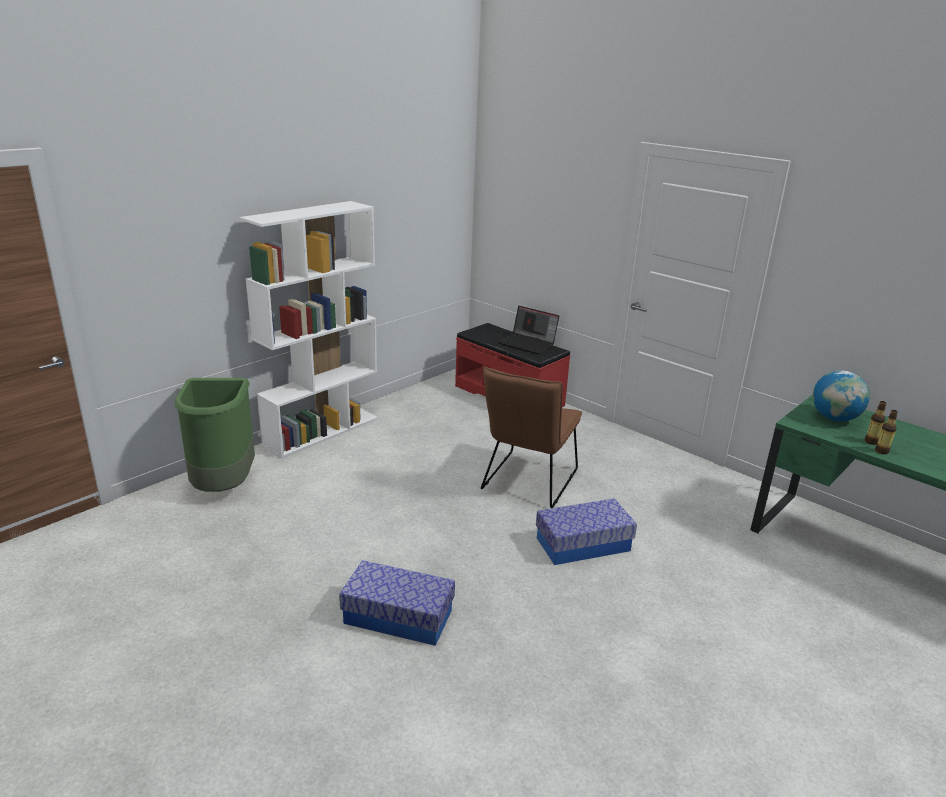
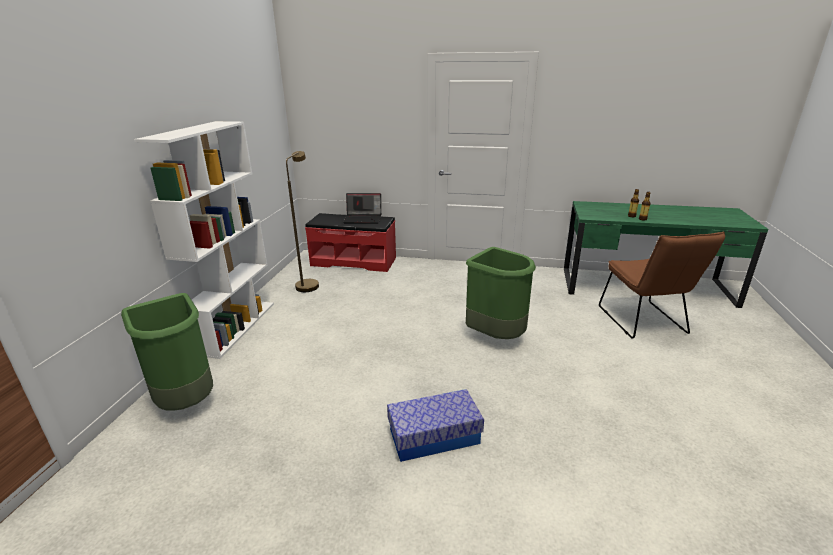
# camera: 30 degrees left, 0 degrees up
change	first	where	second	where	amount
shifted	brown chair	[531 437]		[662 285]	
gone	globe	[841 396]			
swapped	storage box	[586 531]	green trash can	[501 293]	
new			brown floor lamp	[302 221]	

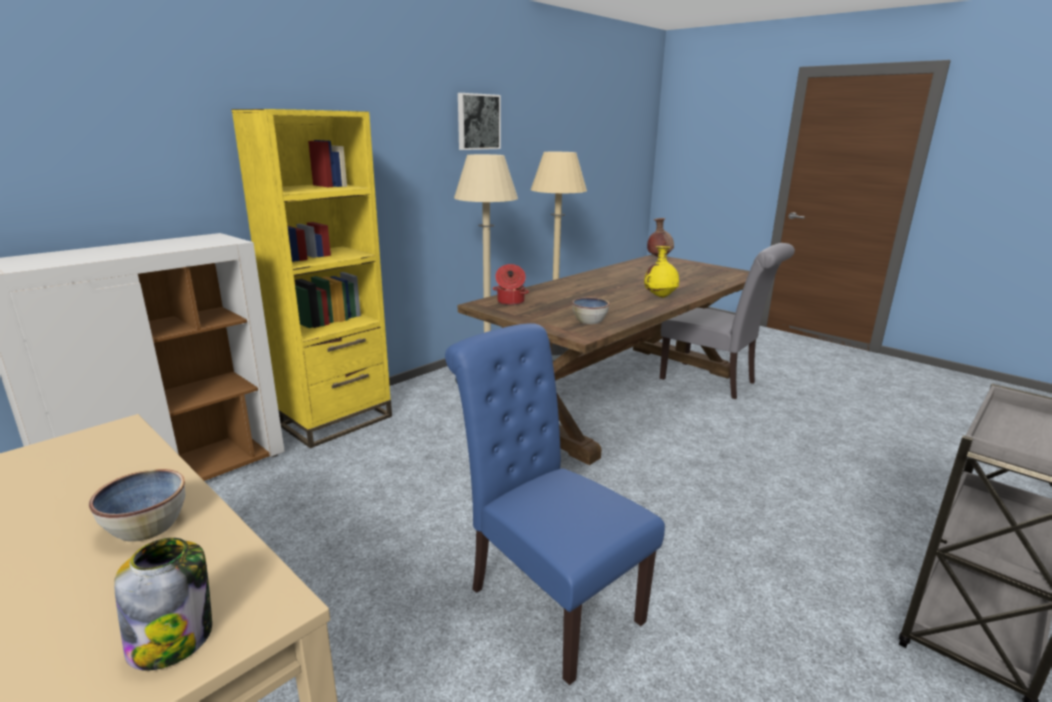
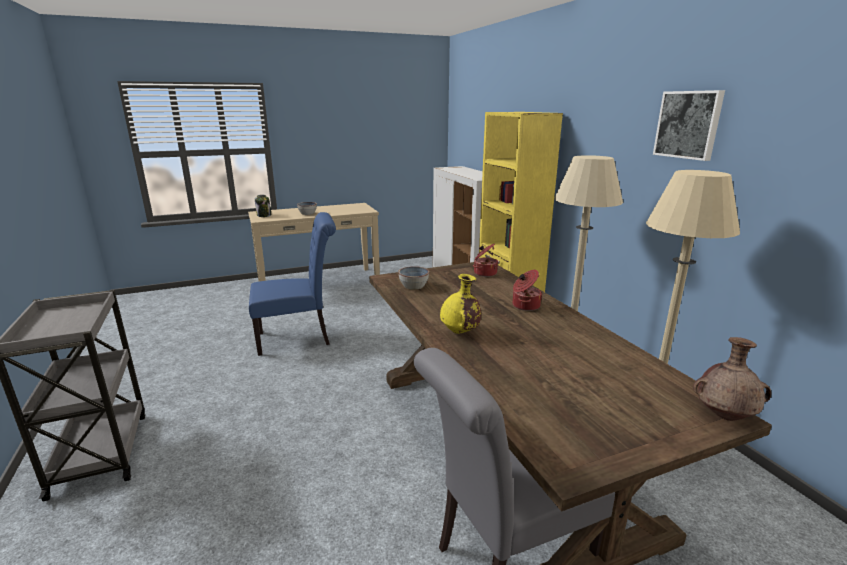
# camera: 115 degrees right, 0 degrees up
change	first	where	second	where	amount
new			cooking pot	[528 290]	

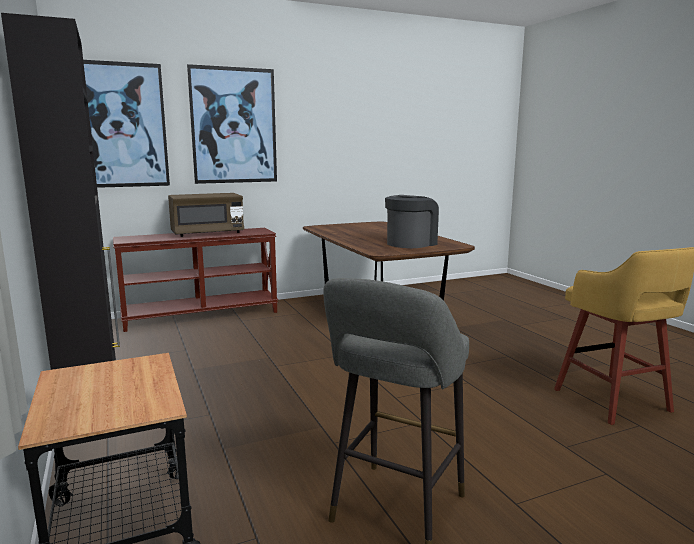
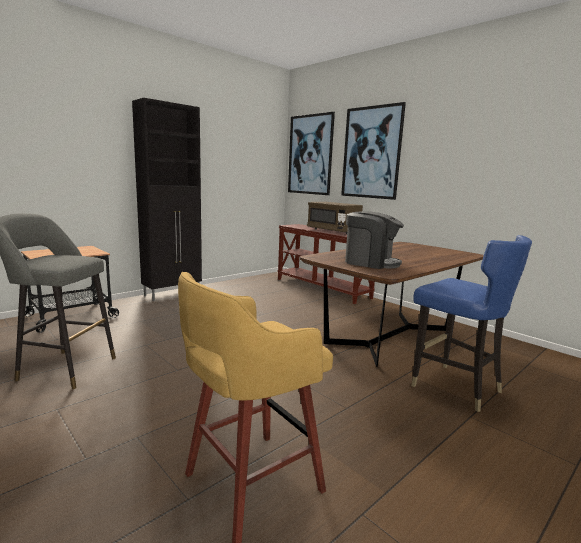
# camera: 70 degrees right, 0 degrees up
change	first	where	second	where	amount
new			blue chair	[471 323]	

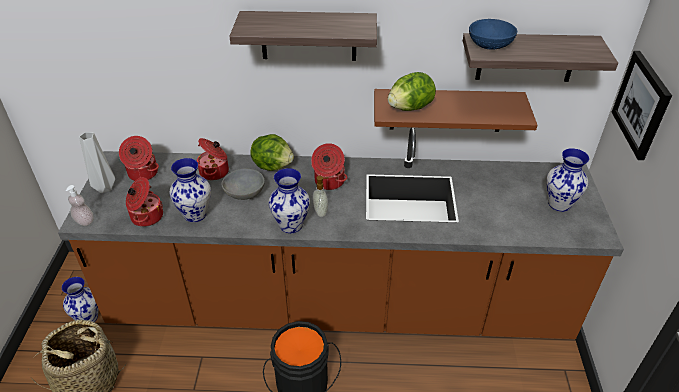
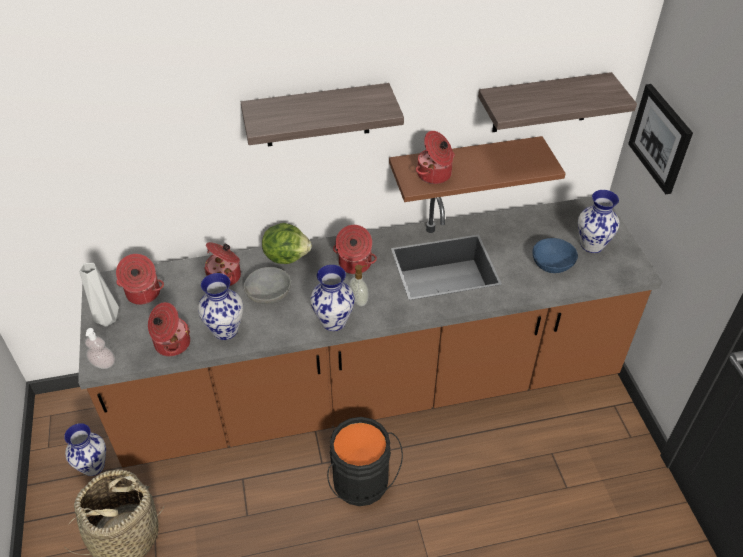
# camera: 15 degrees left, 5 degrees up
change	first	where	second	where	amount
shifted	blue bowl	[493 34]		[555 255]	
swapped	lettuce	[412 91]	cooking pot	[435 157]	

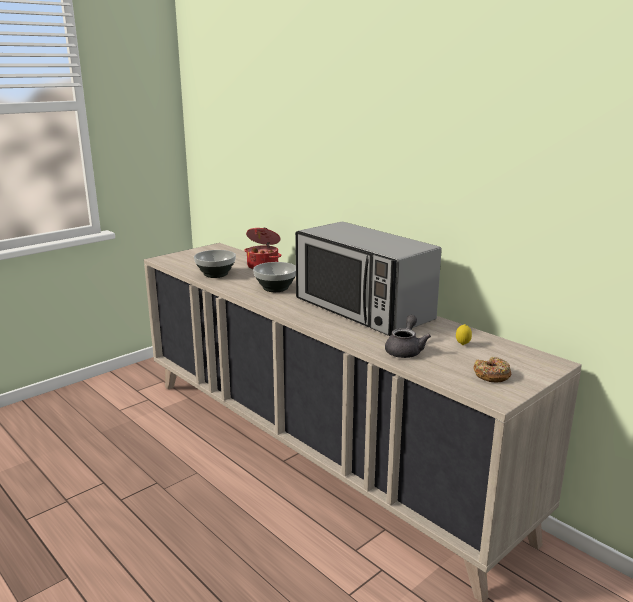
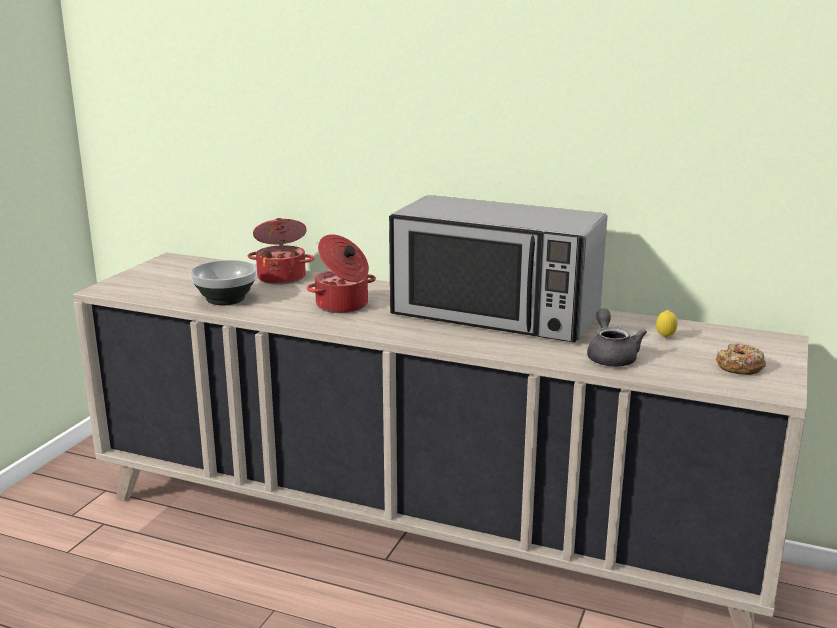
# camera: 25 degrees left, 0 degrees up
change	first	where	second	where	amount
swapped	bowl	[274 277]	cooking pot	[341 273]	

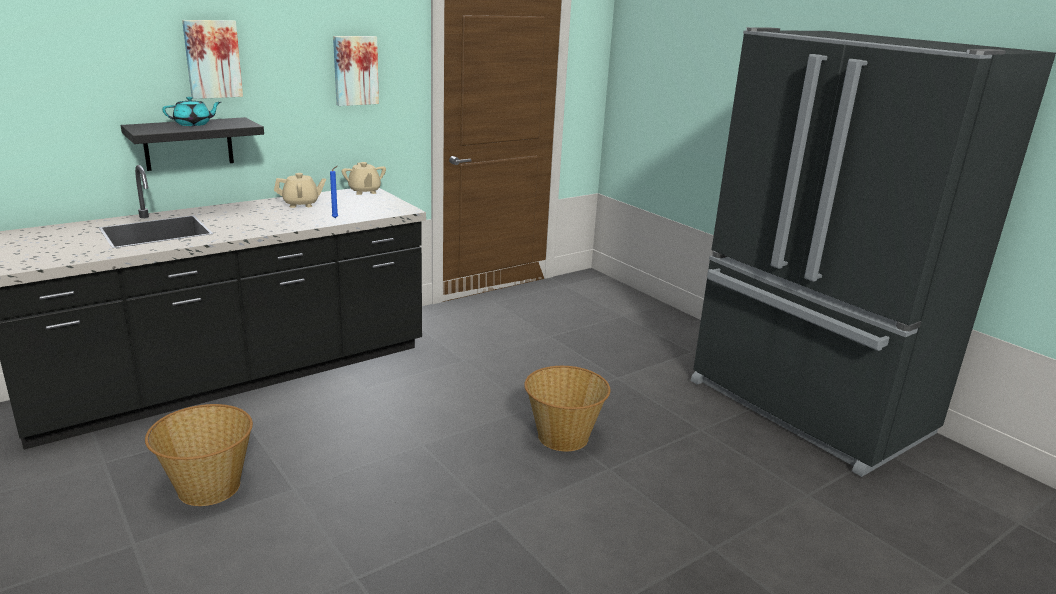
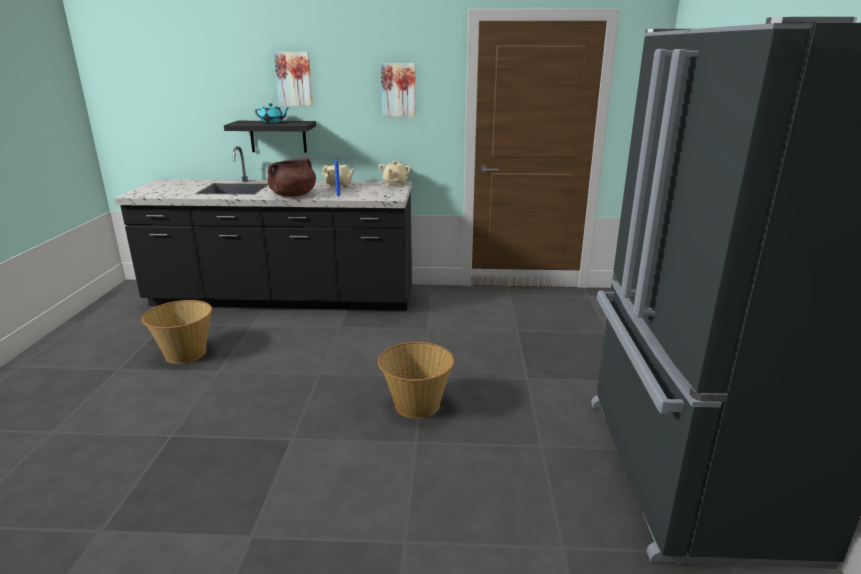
# camera: 40 degrees right, 0 degrees up
change	first	where	second	where	amount
new			brown cooking pot	[291 177]	

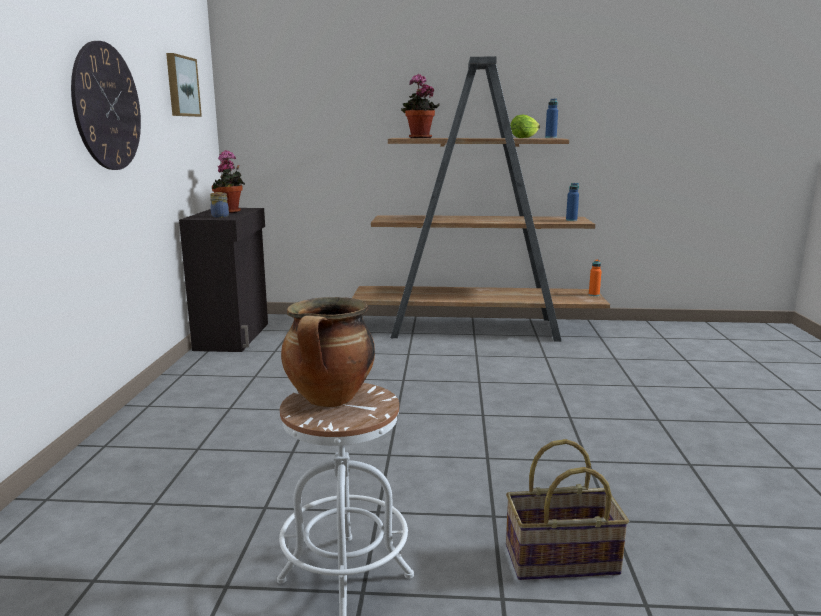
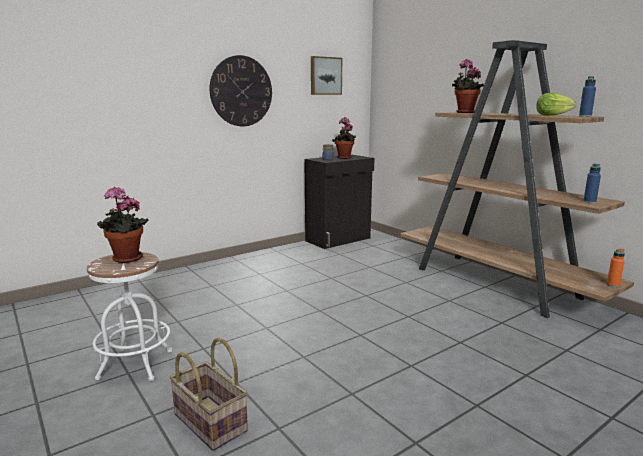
# camera: 50 degrees right, 0 degrees up
change	first	where	second	where	amount
swapped	cooking pot	[328 352]	potted plant	[123 224]	

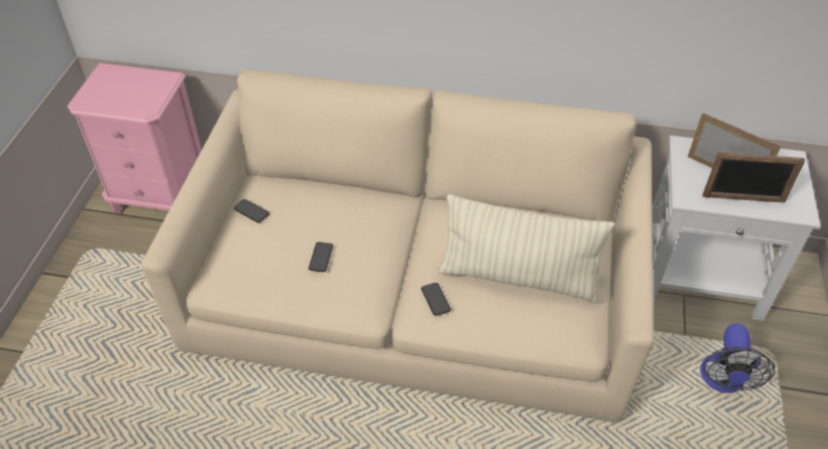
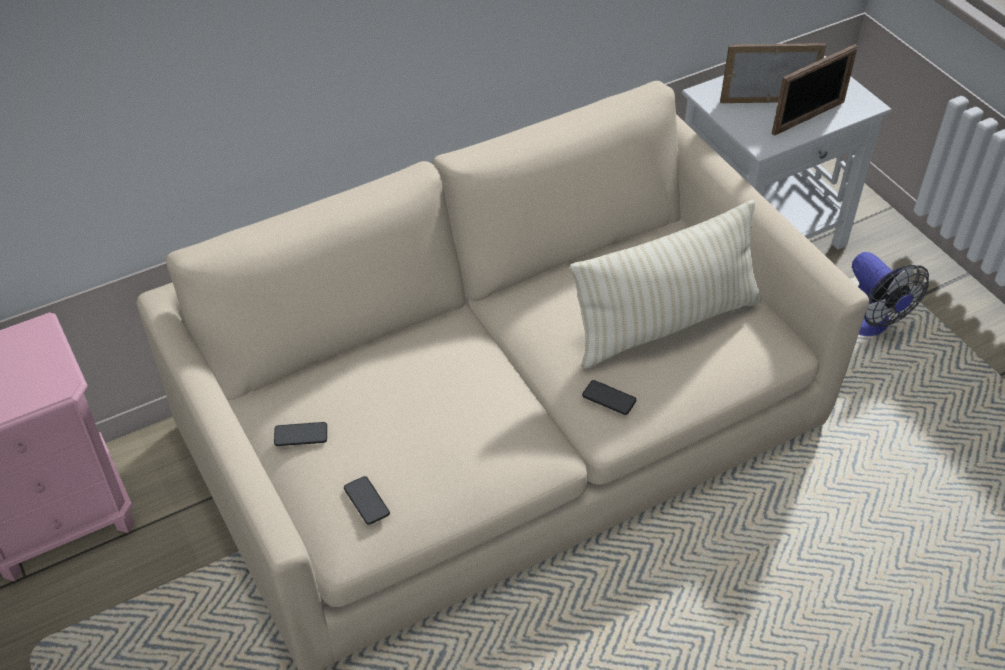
# camera: 40 degrees left, 0 degrees up
change	first	where	second	where	amount
shifted	phone	[320 257]		[367 500]	

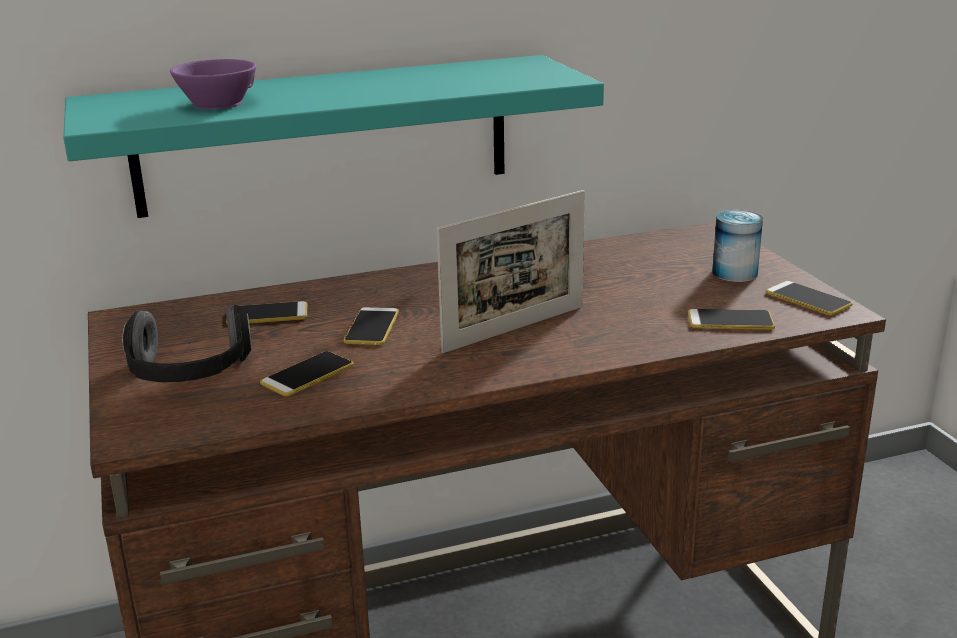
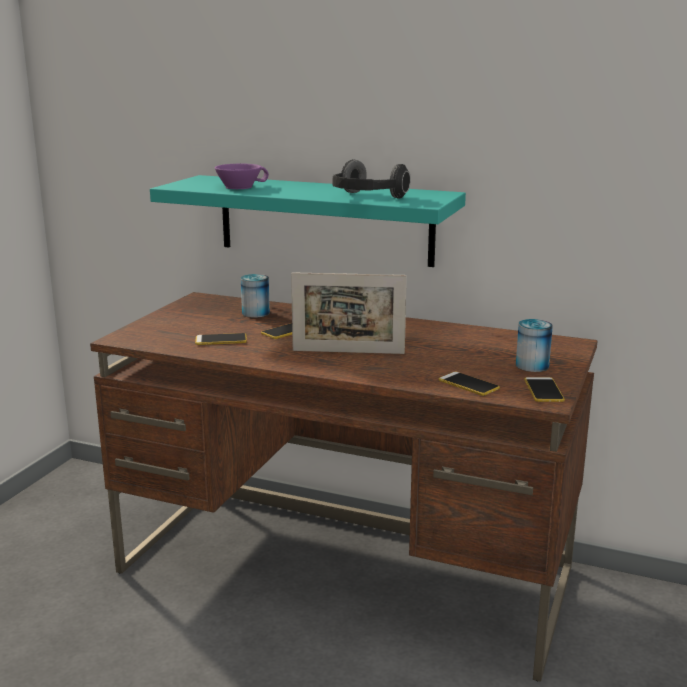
# camera: 40 degrees right, 5 degrees down
change	first	where	second	where	amount
swapped	phone	[266 312]	can	[255 296]	
shifted	headphones	[187 343]		[372 179]	

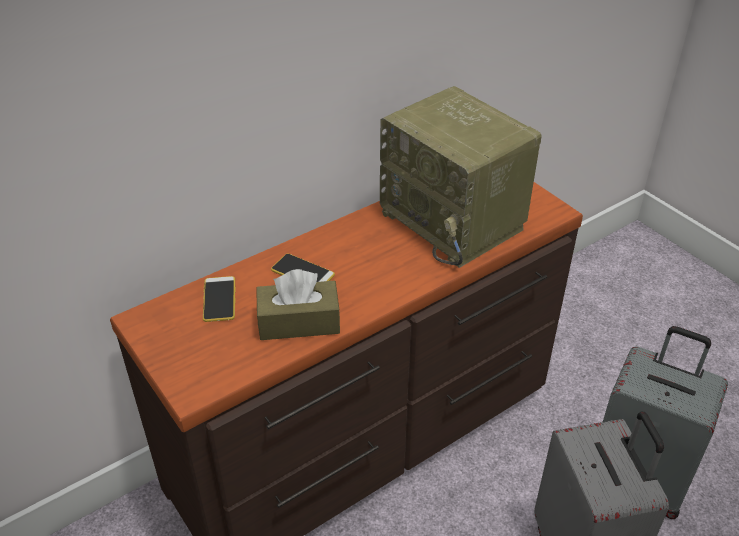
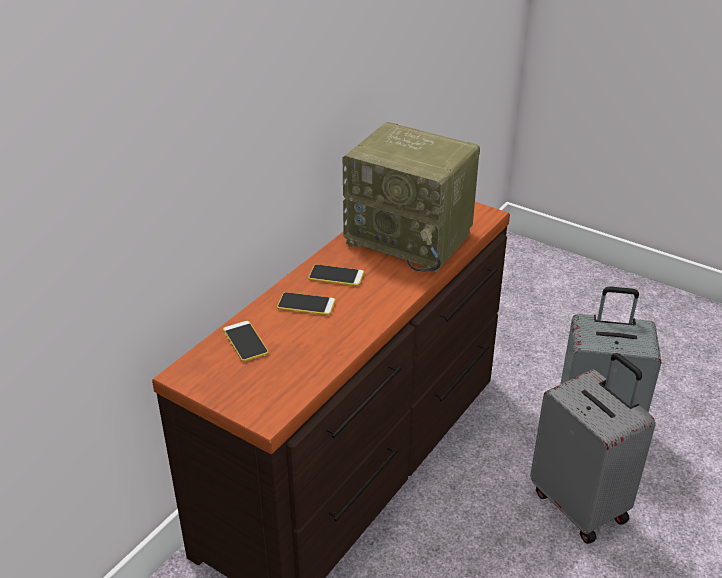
# camera: 20 degrees left, 5 degrees down
change	first	where	second	where	amount
gone	brown tissue box	[298 304]			
new			phone	[336 275]	

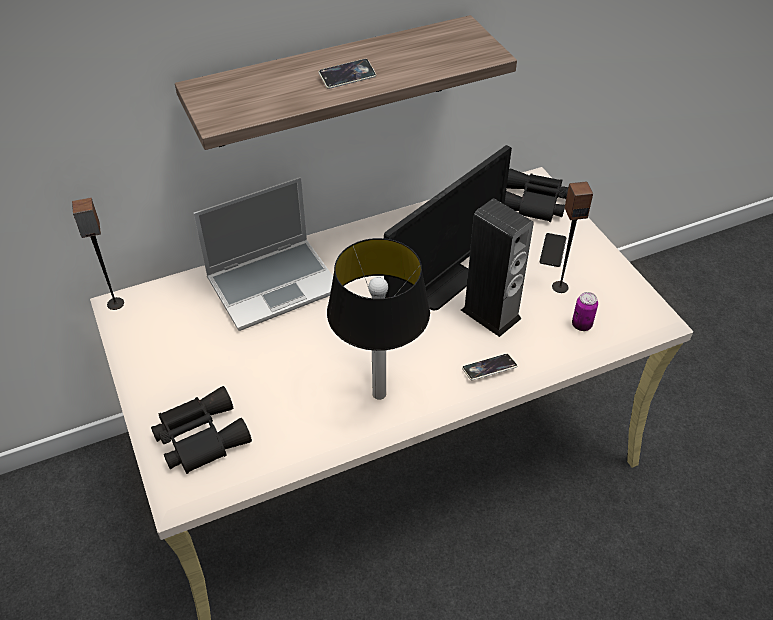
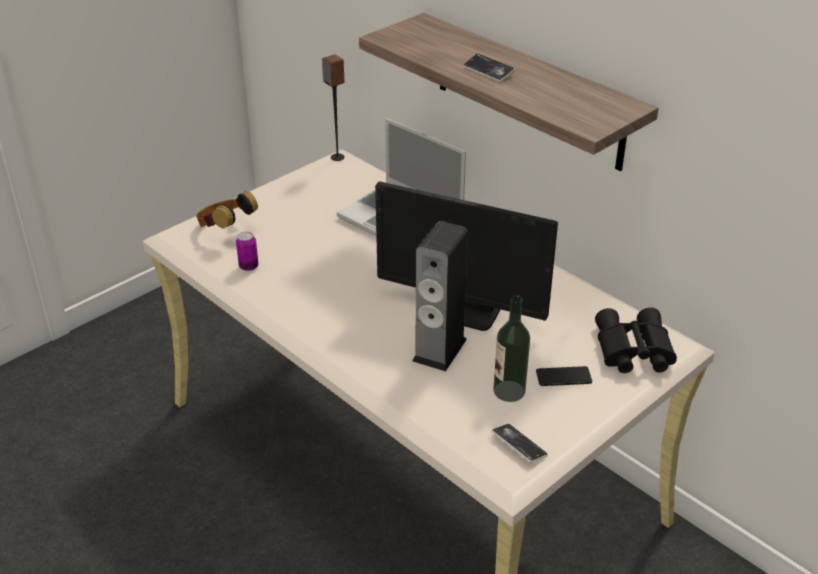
# camera: 70 degrees right, 10 degrees down
change	first	where	second	where	amount
swapped	speaker	[572 237]	bottle	[511 349]	
gone	table lamp	[378 319]			
shifted	can	[585 311]		[247 251]	
shifted	phone	[490 367]		[520 443]	
swapped	black binoculars	[201 430]	headphones	[227 210]	

